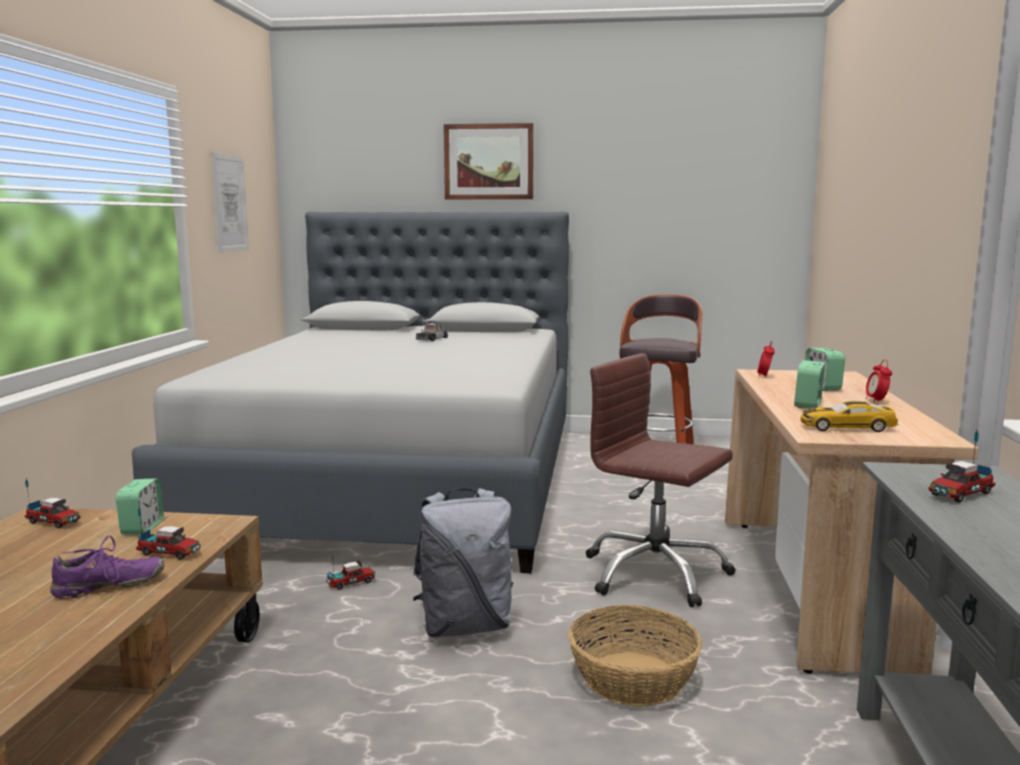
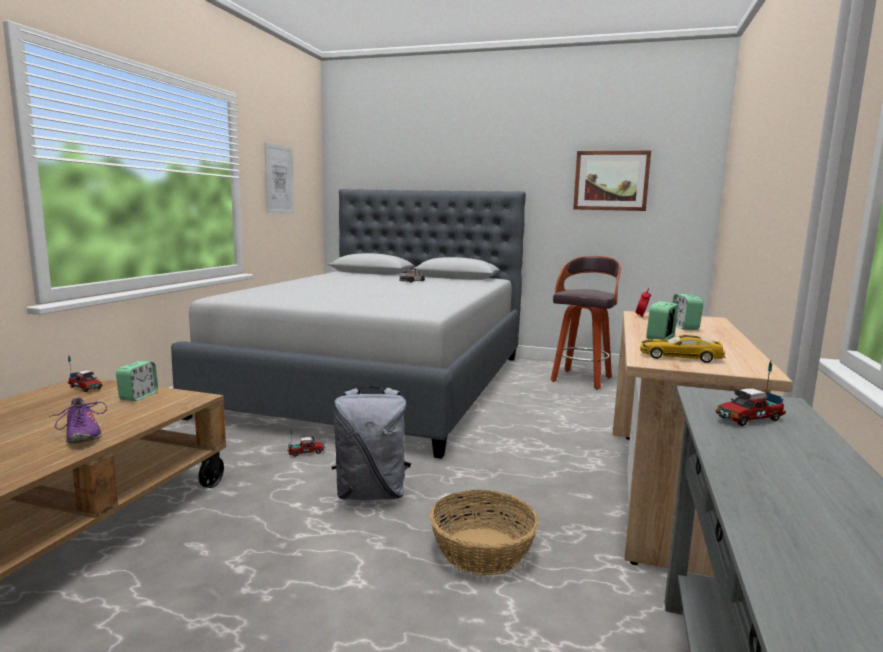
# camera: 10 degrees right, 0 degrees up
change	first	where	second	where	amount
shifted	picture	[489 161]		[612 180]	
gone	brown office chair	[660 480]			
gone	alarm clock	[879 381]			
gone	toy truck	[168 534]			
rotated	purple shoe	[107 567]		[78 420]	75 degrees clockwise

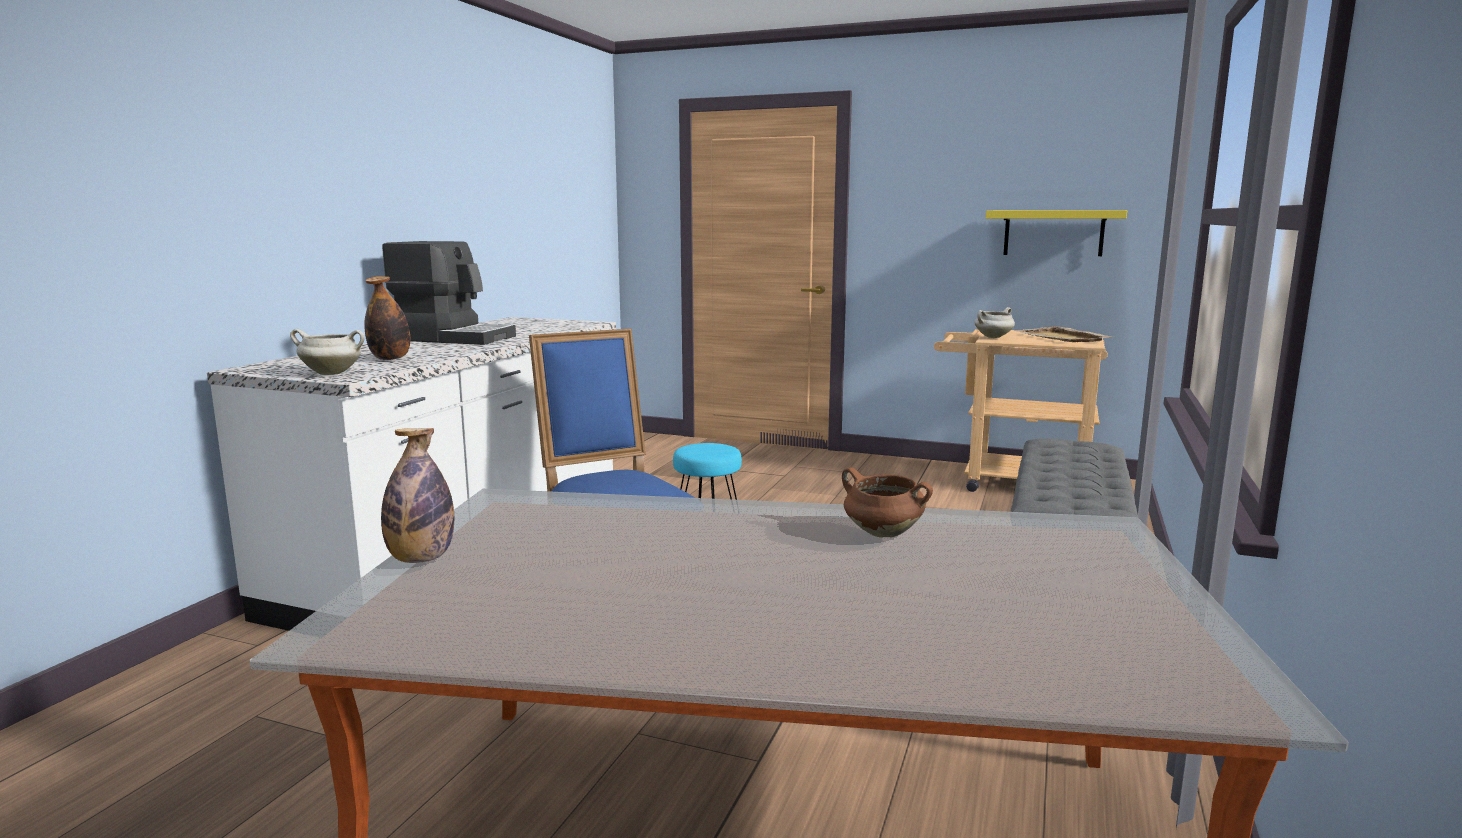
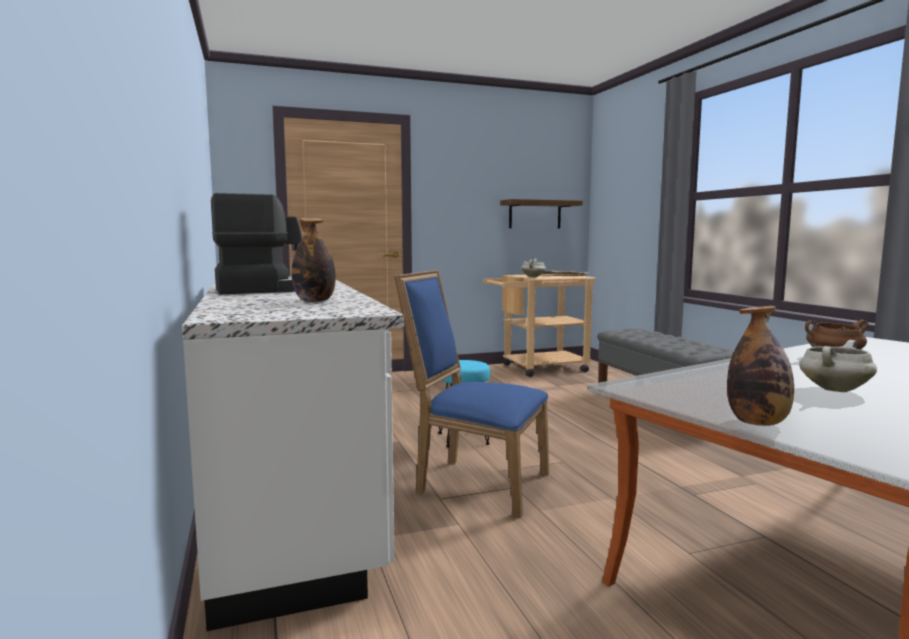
# camera: 40 degrees left, 5 degrees down
change	first	where	second	where	amount
repainted	yellow shelf	[1056 233]	brown shelf	[541 214]	
shifted	white cooking pot	[327 352]		[838 366]	

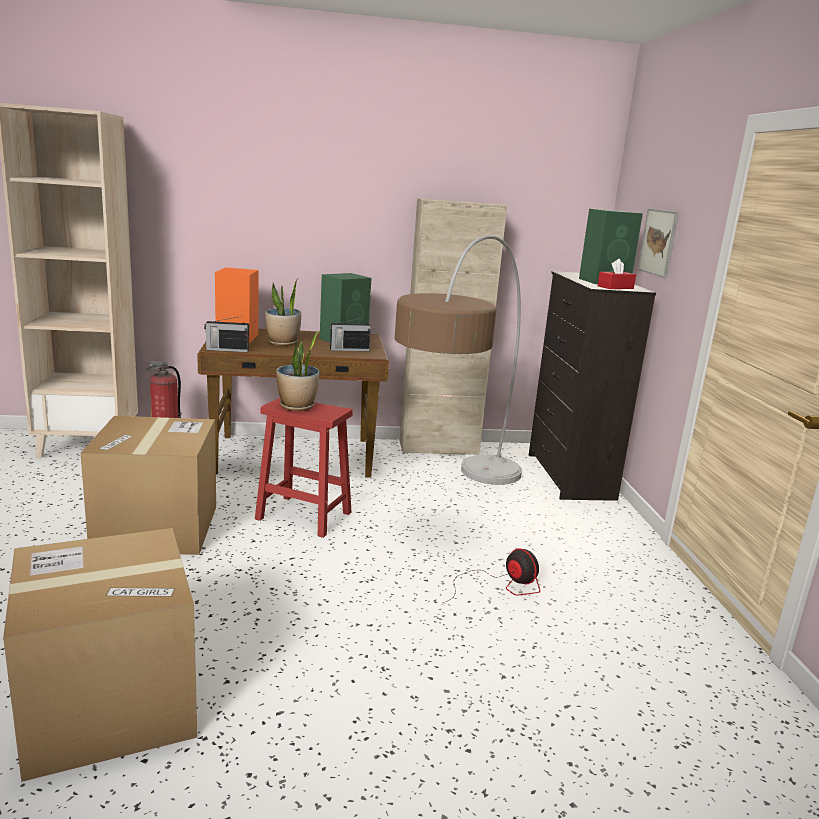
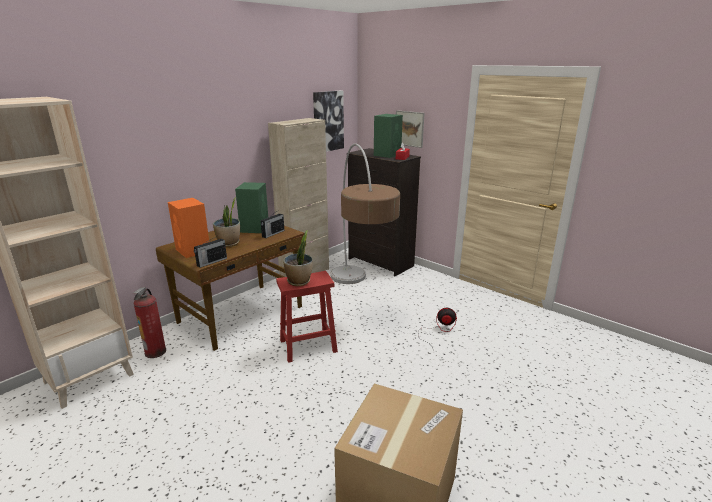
# camera: 40 degrees left, 5 degrees up
change	first	where	second	where	amount
gone	cardboard box	[148 485]			
new			picture	[328 121]	

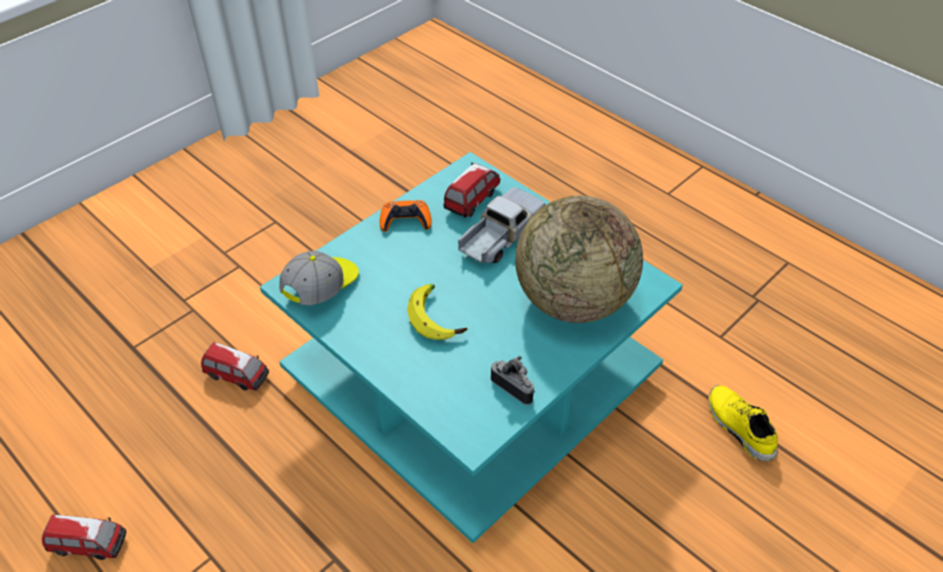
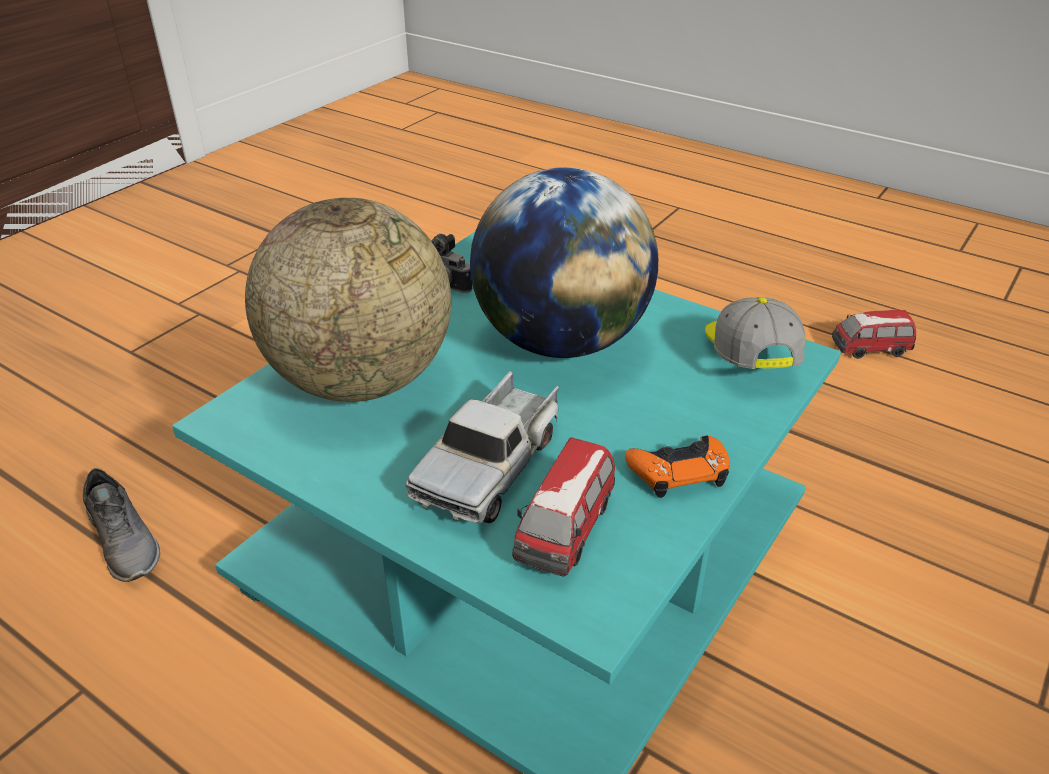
# camera: 170 degrees right, 10 degrees down
change	first	where	second	where	amount
rotated	cap	[319 278]		[755 333]	150 degrees clockwise
swapped	banana	[437 312]	globe	[564 262]	
gone	toy car	[235 366]			
repainted	yellow shoe	[743 423]	grey shoe	[121 525]	

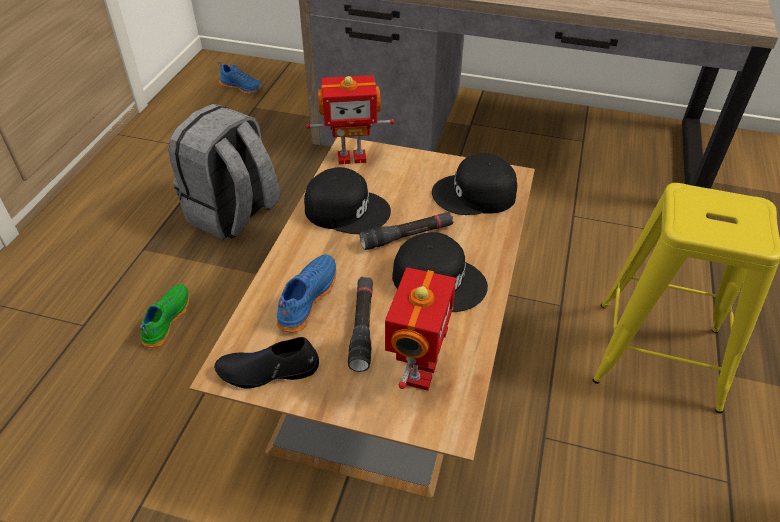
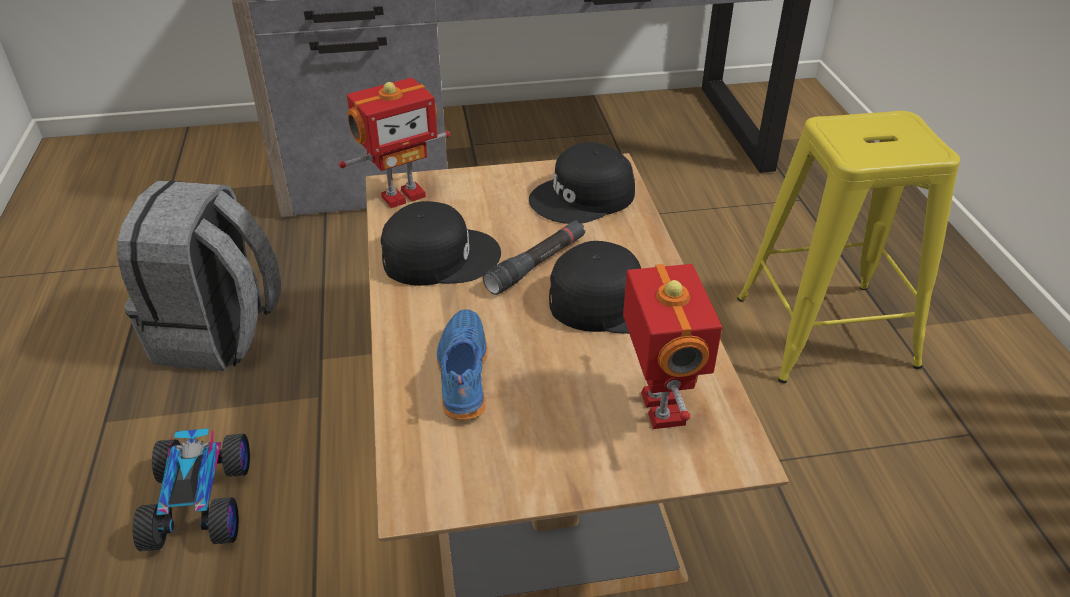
# camera: 25 degrees left, 5 degrees down
change	first	where	second	where	amount
gone	blue shoe	[240 78]			
gone	black flashlight	[360 324]			
swapped	green shoe	[164 316]	toy car	[191 490]	
gone	black shoe	[266 363]			

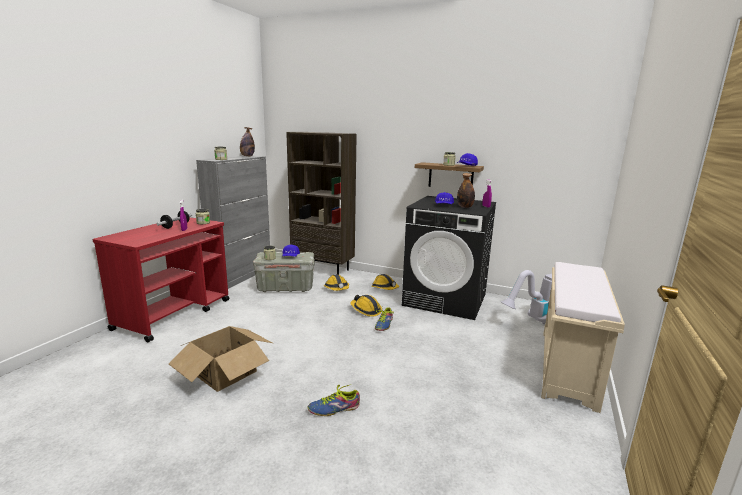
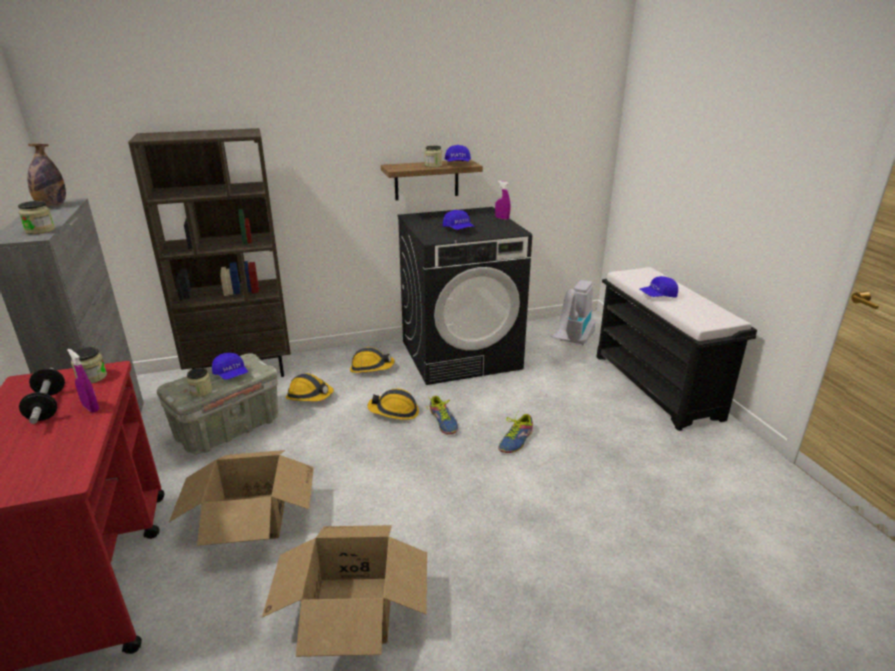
# camera: 40 degrees left, 10 degrees up
change	first	where	second	where	amount
gone	bottle	[466 190]			
repainted	beige bench	[583 337]	black bench	[677 349]	
shifted	shoe	[334 400]		[515 431]	
new			blue cap	[658 286]	
new			cardboard box	[241 498]	

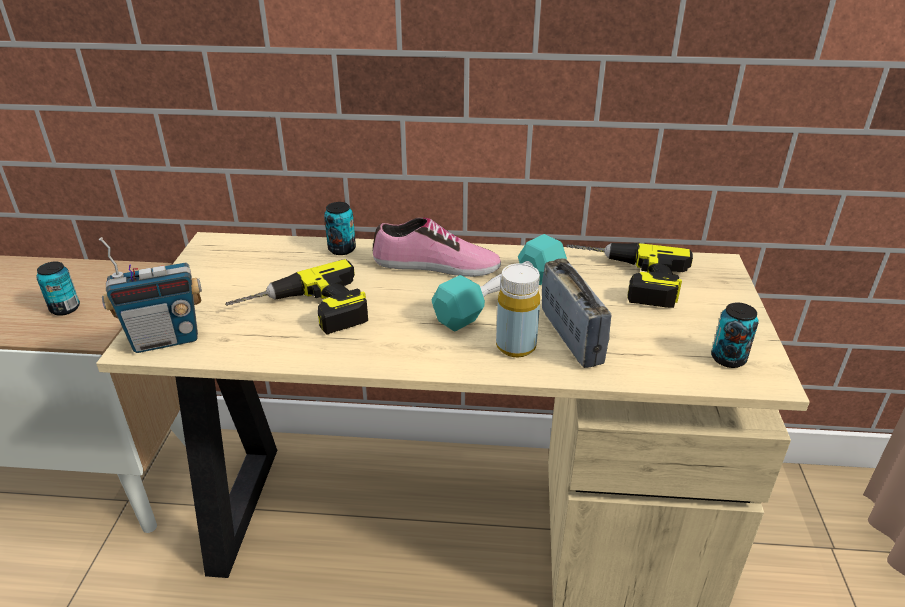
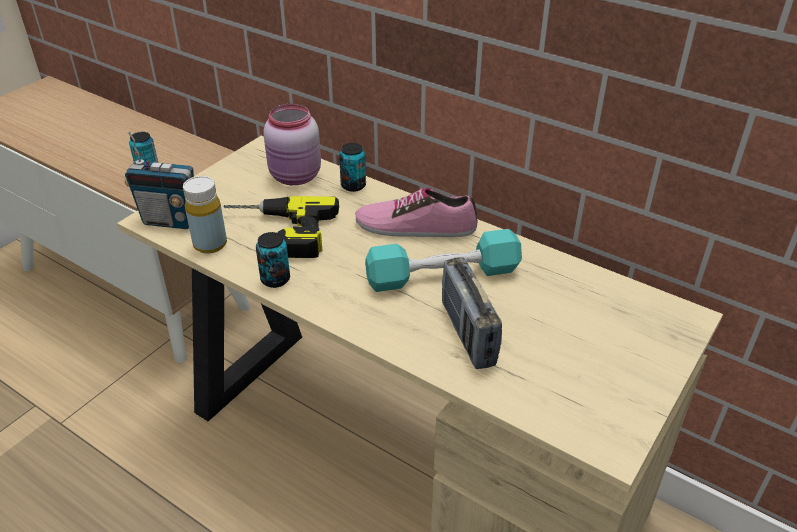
# camera: 30 degrees right, 5 degrees up
change	first	where	second	where	amount
rotated	shoe	[437 247]		[417 212]	150 degrees clockwise
gone	power drill	[629 275]			
rotated	radio	[576 313]		[472 313]	150 degrees clockwise
shifted	yellow bottle	[518 310]		[205 215]	
shifted	can	[734 335]		[273 260]	
new			pink jar	[292 144]	

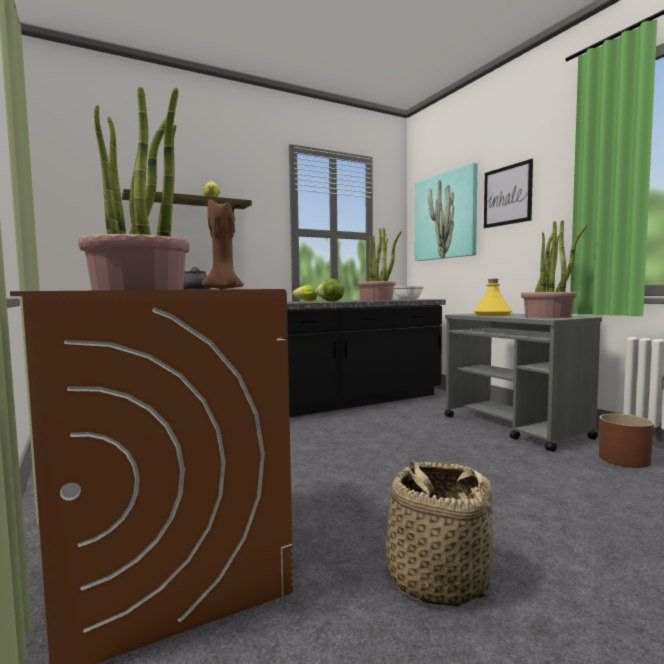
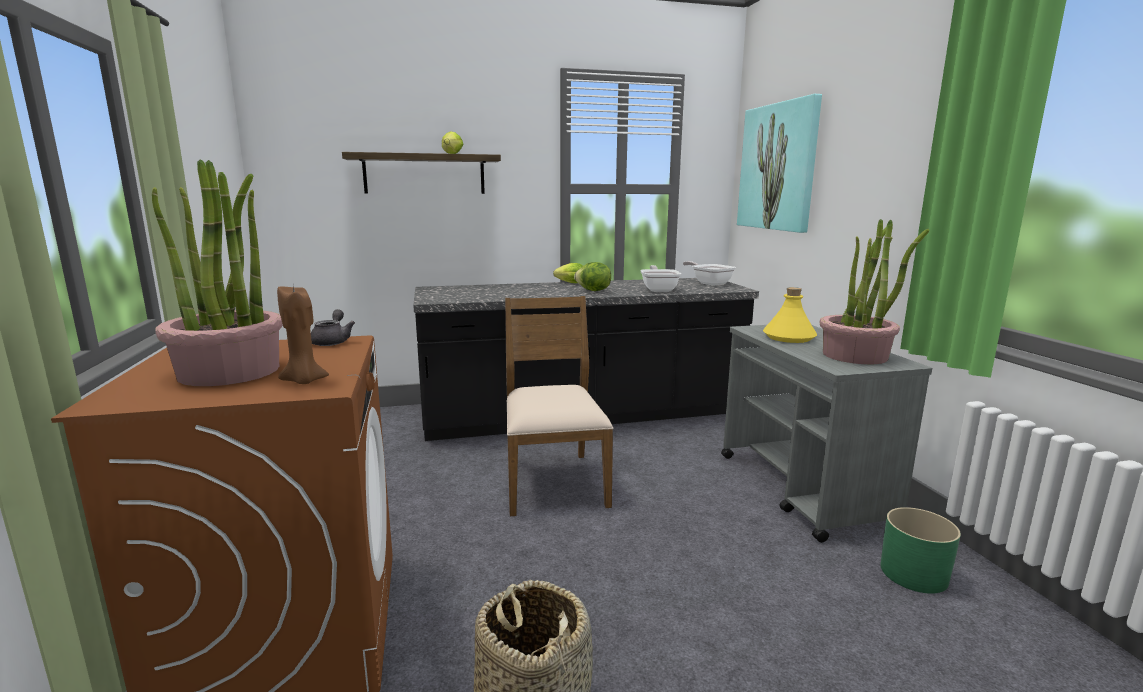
# camera: 15 degrees right, 10 degrees up
change	first	where	second	where	amount
gone	picture	[508 193]			
swapped	potted plant	[379 264]	frying pan	[660 278]	
repainted	brown planter	[626 441]	green planter	[920 550]	
new			brown chair	[559 406]	

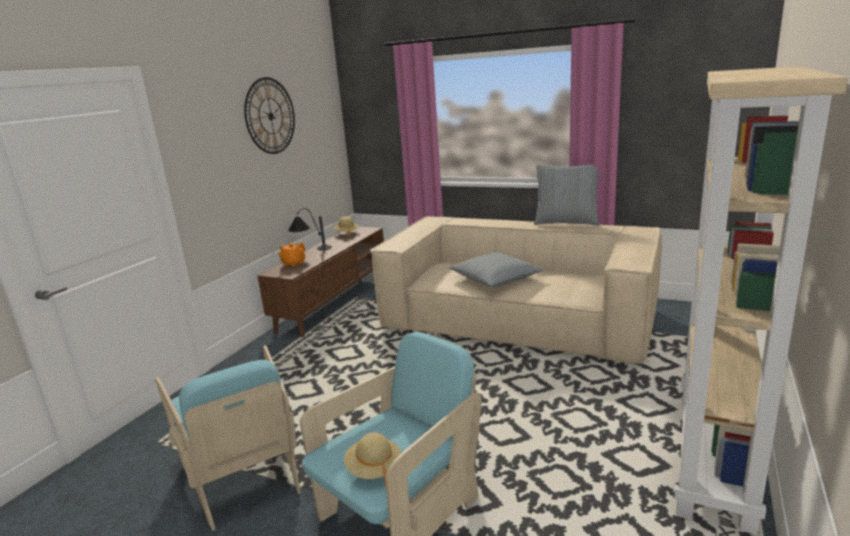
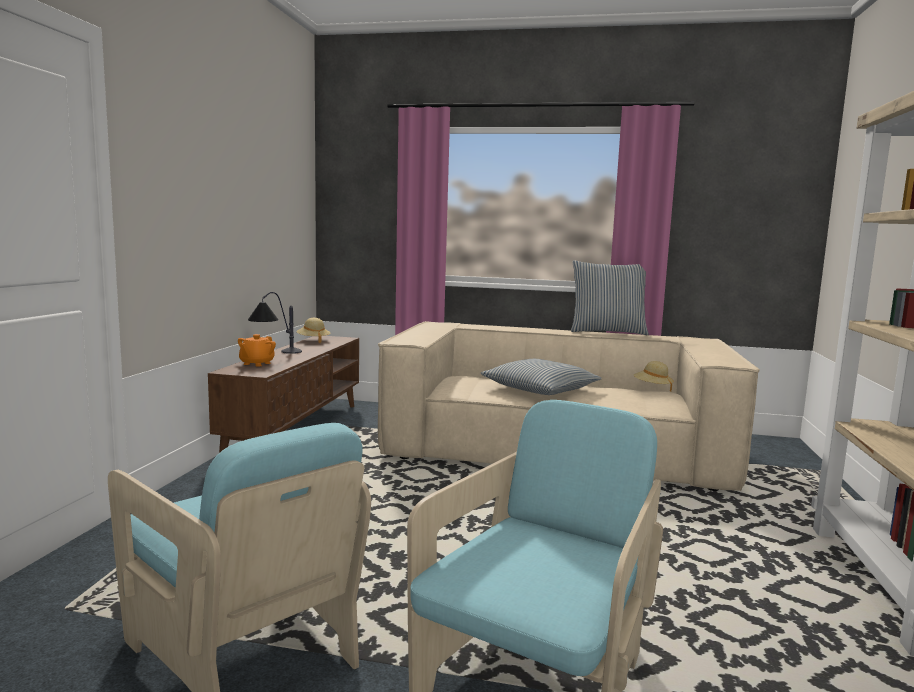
# camera: 15 degrees left, 10 degrees down
change	first	where	second	where	amount
gone	wall clock	[269 115]			
shifted	beige hat	[372 459]		[654 376]	

